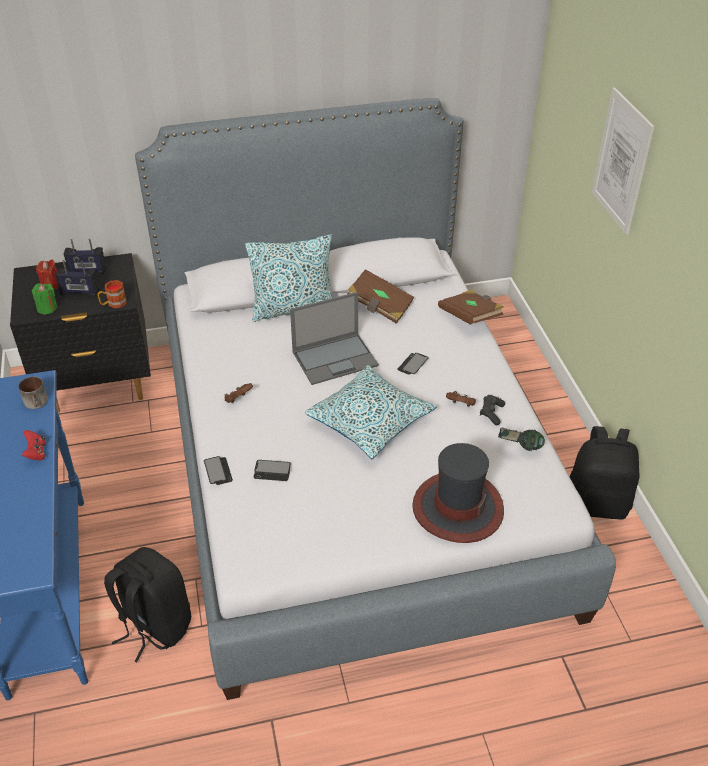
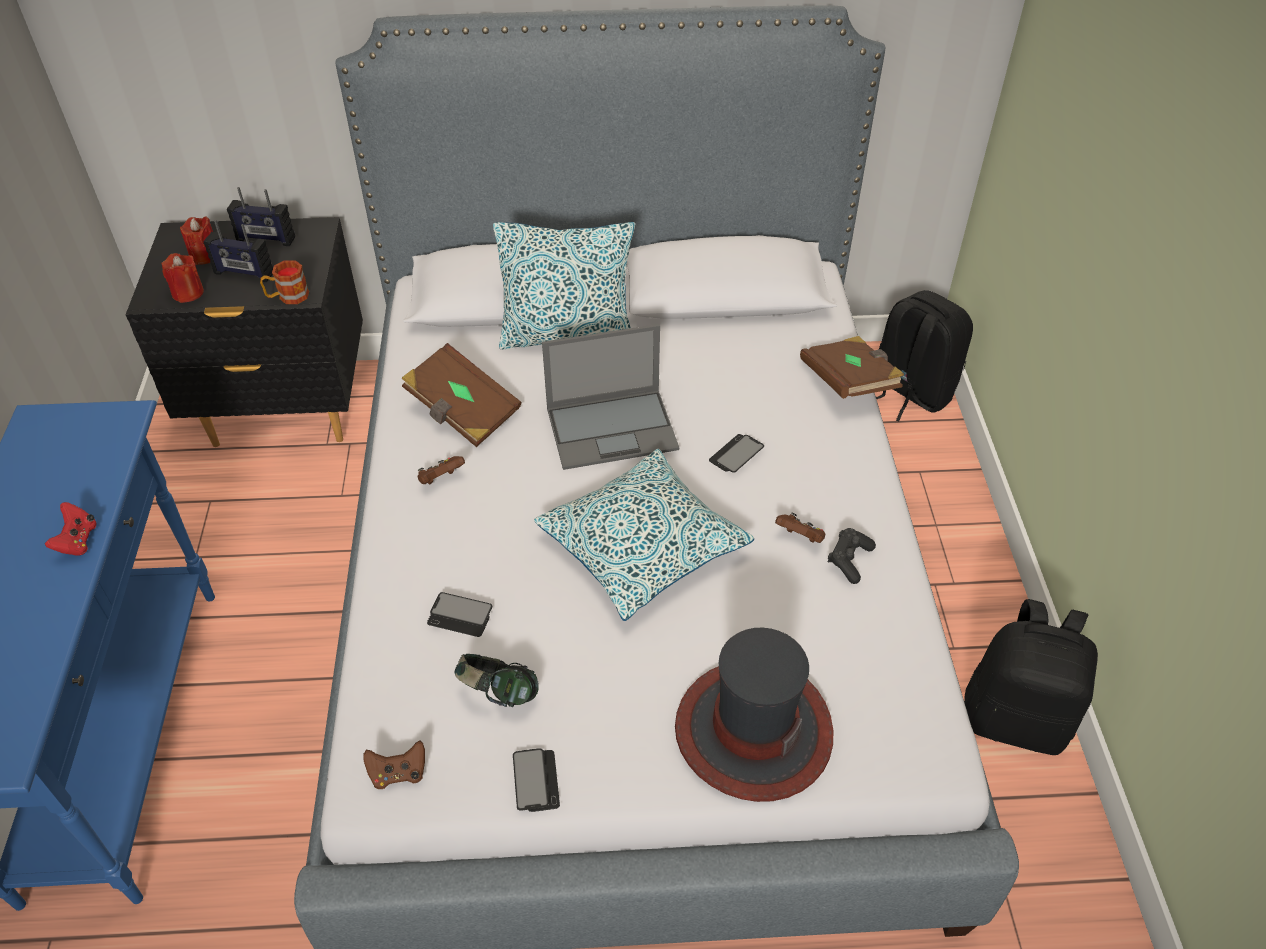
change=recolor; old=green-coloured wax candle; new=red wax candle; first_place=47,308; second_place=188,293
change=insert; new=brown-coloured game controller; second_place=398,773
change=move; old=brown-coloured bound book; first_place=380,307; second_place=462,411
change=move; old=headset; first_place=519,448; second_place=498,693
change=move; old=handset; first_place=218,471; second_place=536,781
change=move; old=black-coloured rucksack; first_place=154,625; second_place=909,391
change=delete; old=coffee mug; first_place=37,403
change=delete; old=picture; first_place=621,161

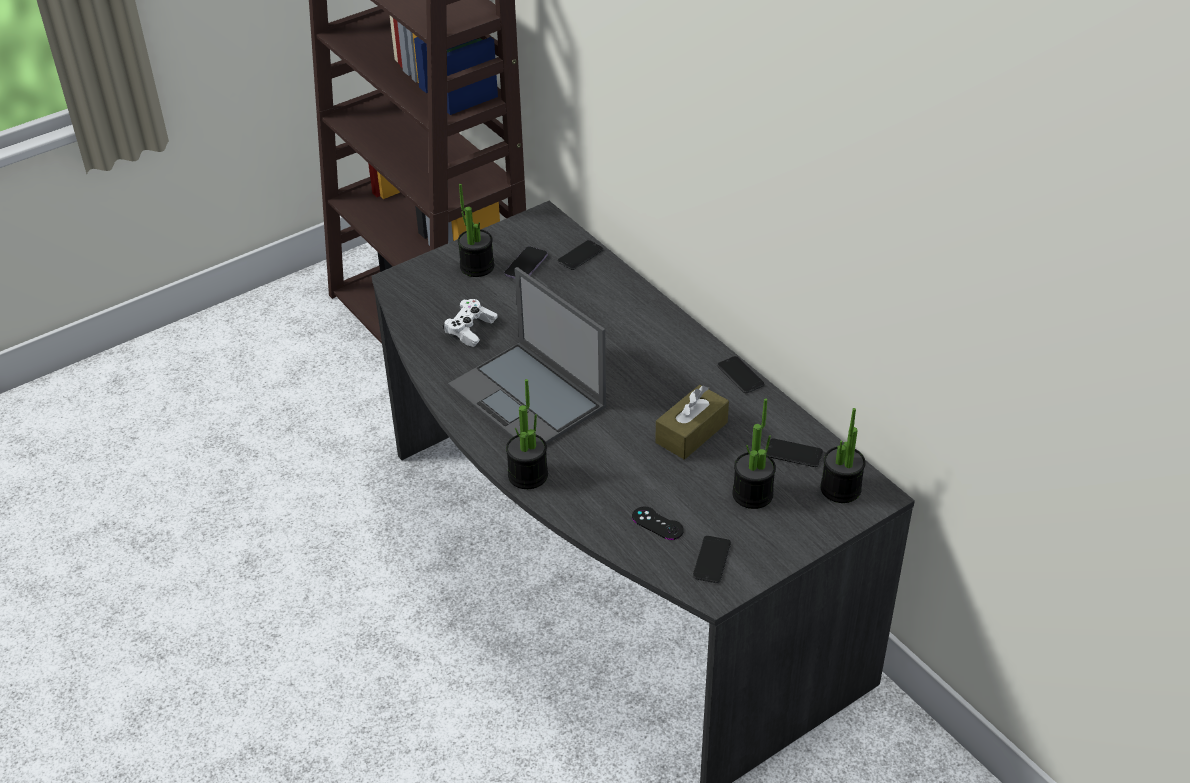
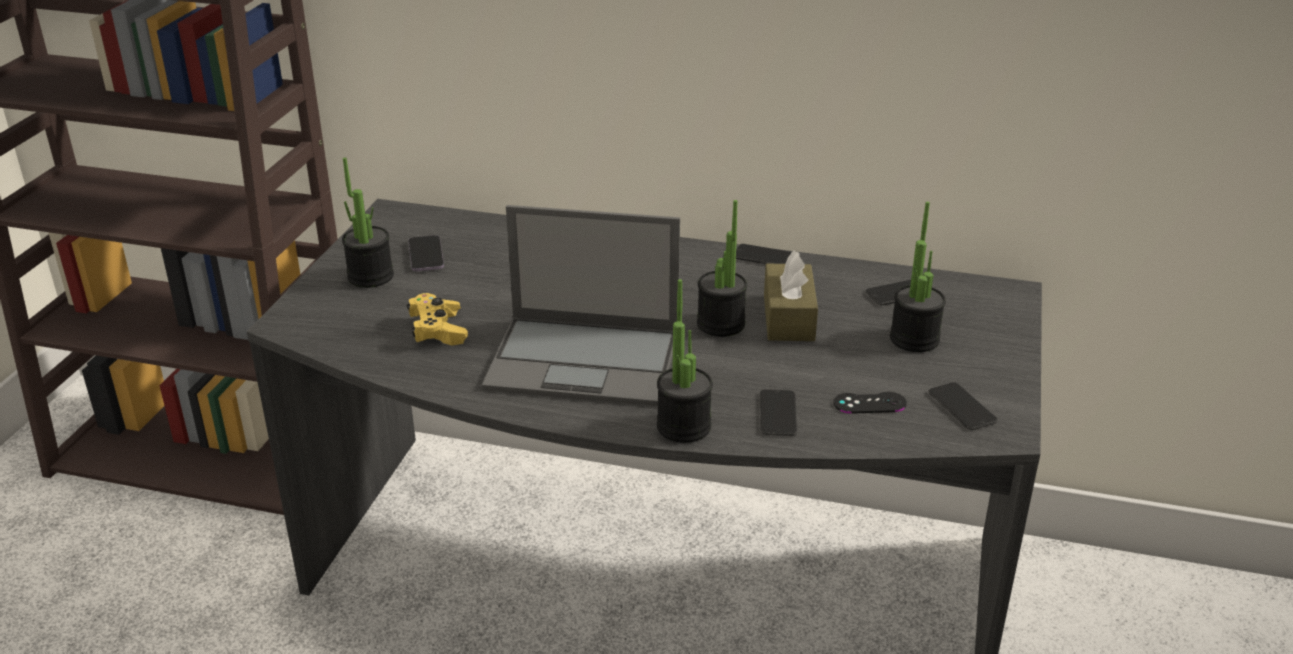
change=recolor; old=white-coloured game controller; new=yellow-coloured game controller; first_place=470,330; second_place=438,331
change=move; old=potted plant; first_place=840,489; second_place=720,324
change=move; old=handset; first_place=580,256; second_place=778,414

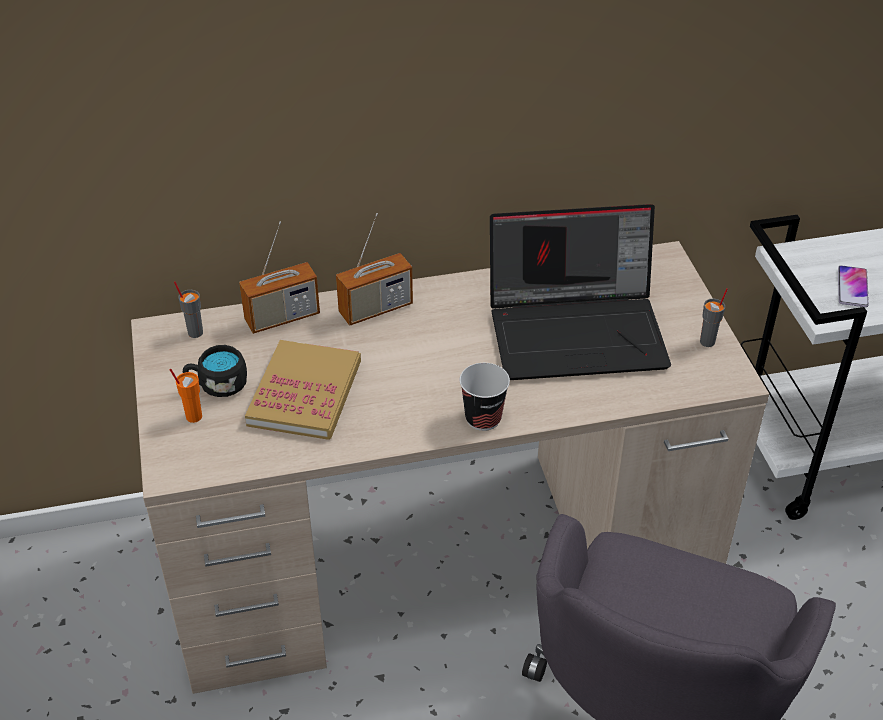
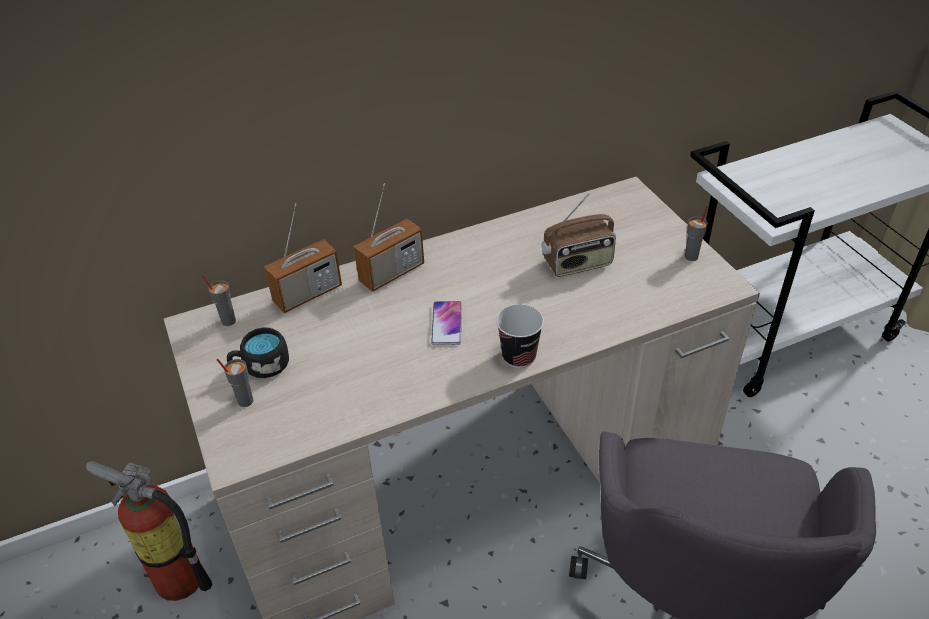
change=insert; new=extinguisher; second_place=176,572
change=recolor; old=orange cup; new=grey cup; first_place=193,416; second_place=245,401
change=move; old=handset; first_place=852,287; second_place=447,324
change=replace; old=laptop; new=radio; first_place=578,330; second_place=578,264
change=delete; old=bound book; first_place=305,393

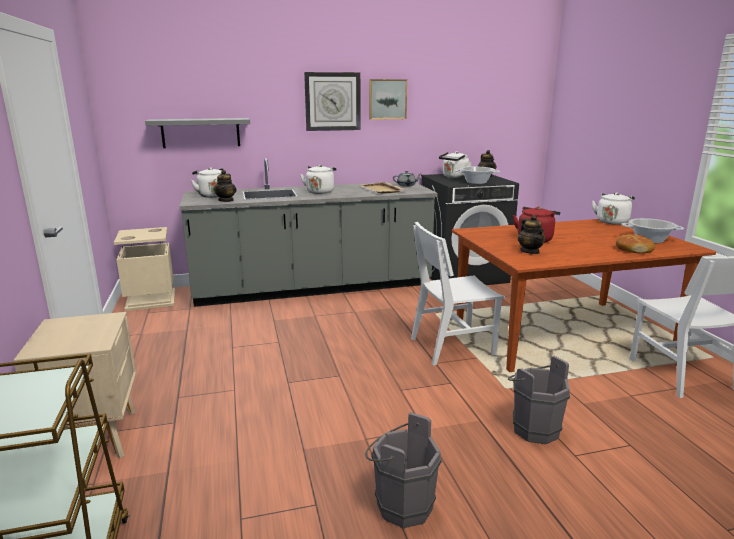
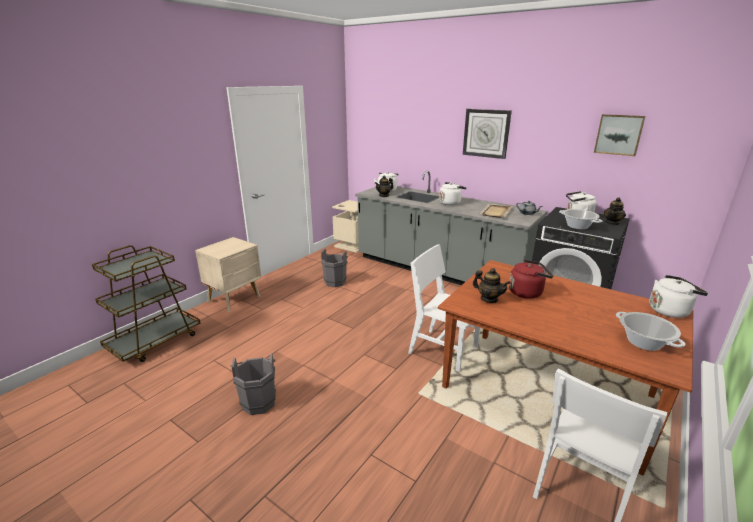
change=move; old=grey pail; first_place=532,428; second_place=336,281
change=rotate; old=teapot; first_place=530,251; second_place=489,299; degrees=-90
change=move; old=picture; first_place=387,99; second_place=618,134
change=delete; old=grey bracket shelf; first_place=201,132
change=delete; old=baked bread; first_place=633,249

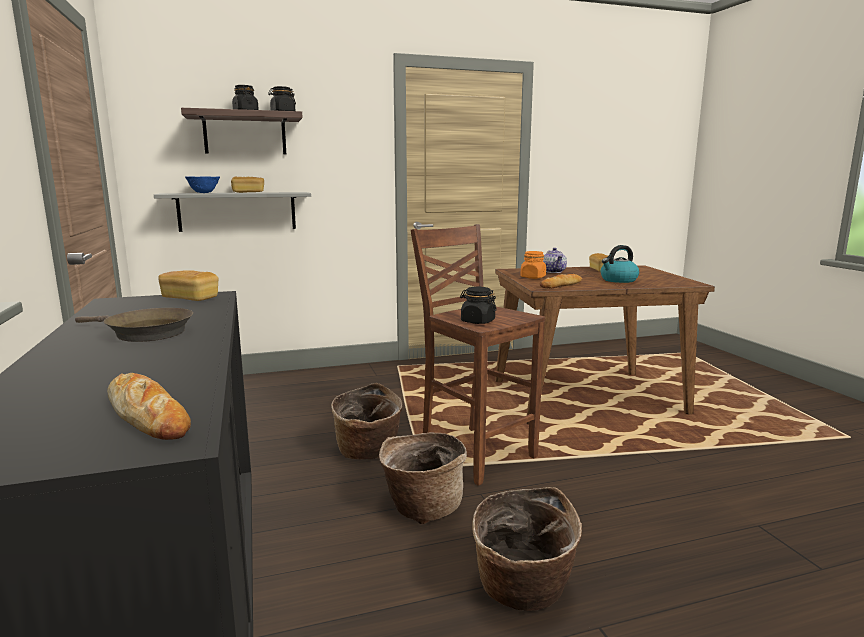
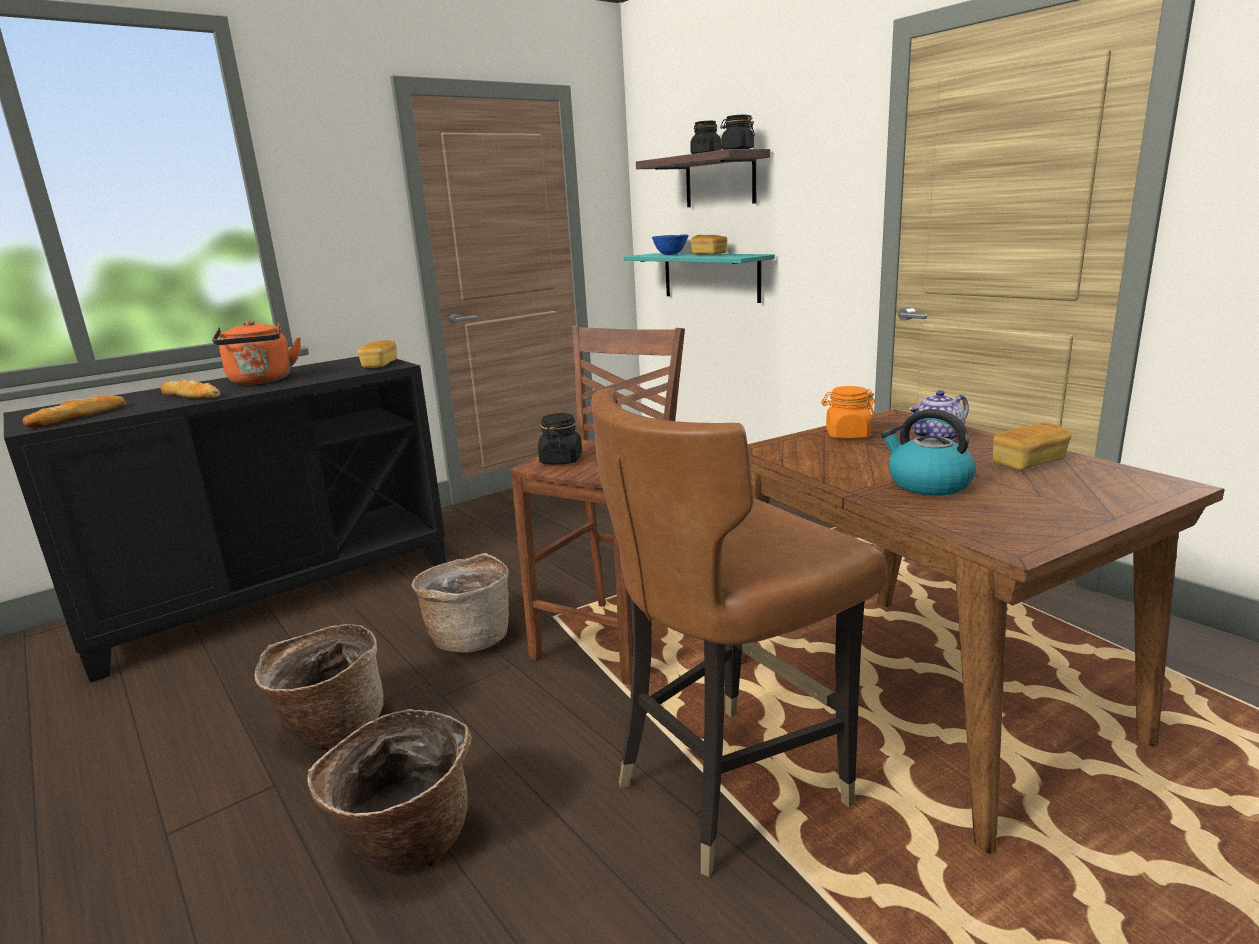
change=move; old=baked bread; first_place=561,285; second_place=191,396
change=replace; old=brown-coloured pan; new=orange tea kettle; first_place=144,333; second_place=261,381
change=move; old=storage basket; first_place=368,452; second_place=405,841
change=insert; new=brown-coloured chair; second_place=730,785
change=recolor; old=grey bracket shelf; new=blue-green bracket shelf; first_place=237,211; second_place=710,276

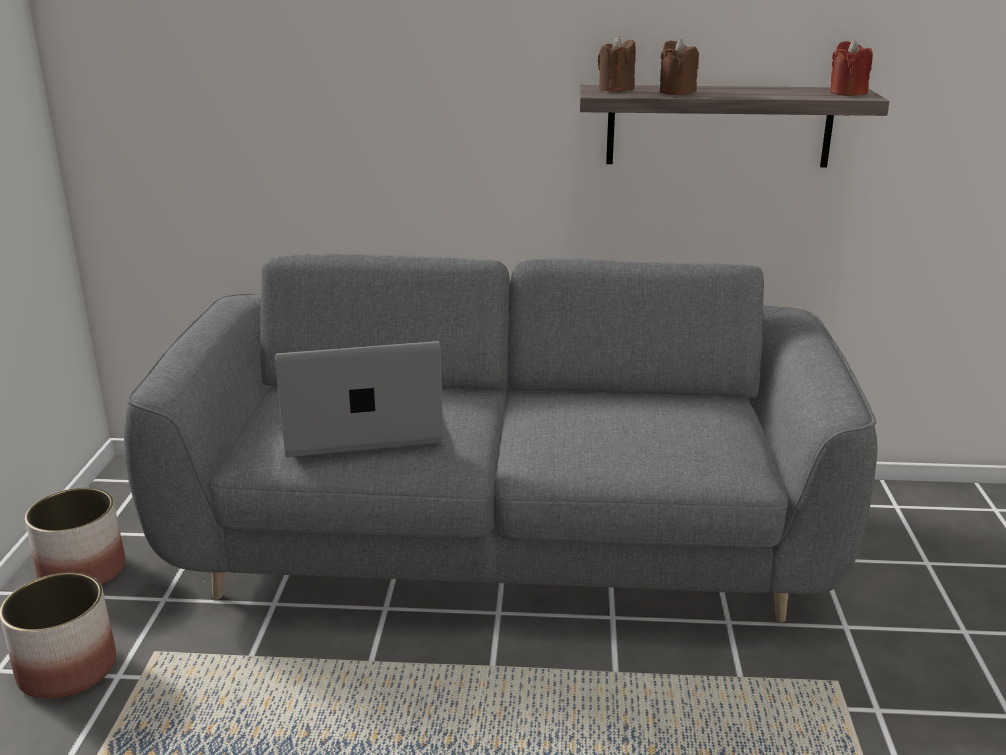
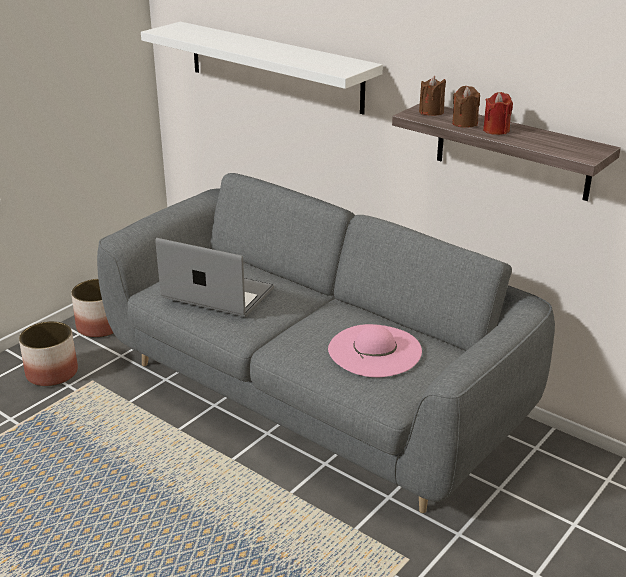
change=insert; new=white-coloured bracket shelf; second_place=274,66
change=insert; new=pink-coloured hat; second_place=374,350
change=move; old=red wax candle; first_place=847,93; second_place=496,130

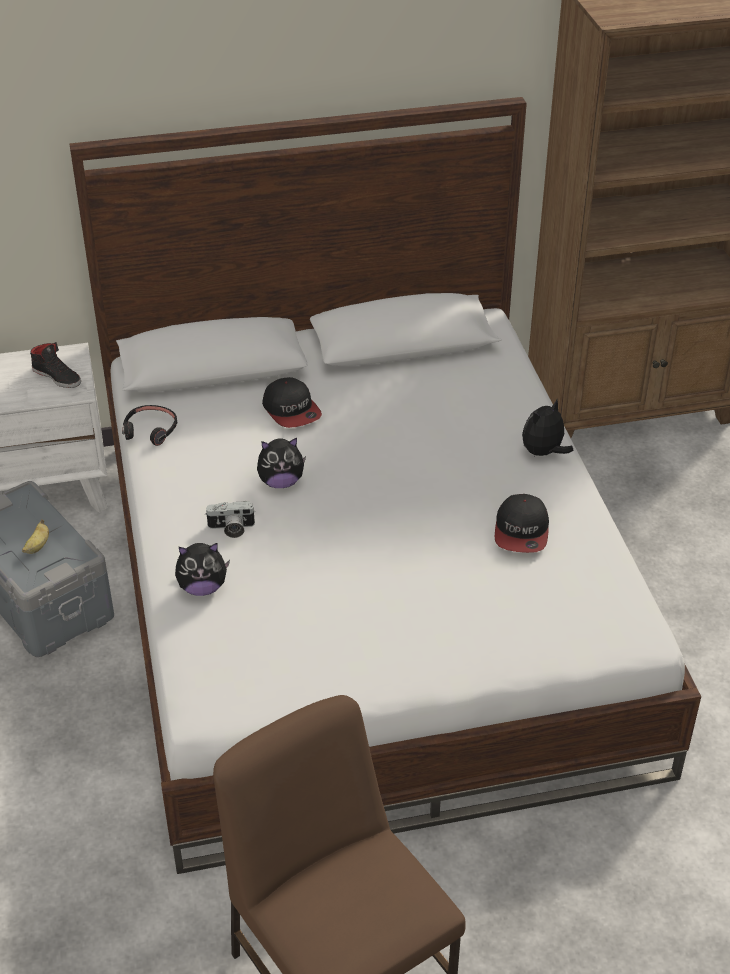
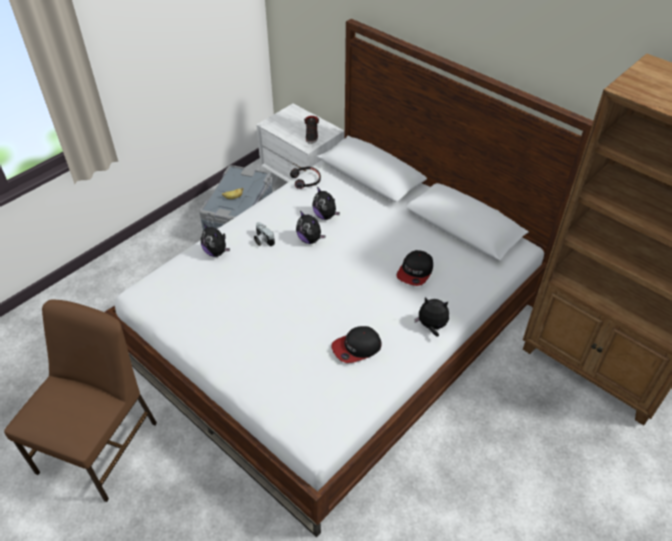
change=insert; new=plush toy; second_place=325,216
change=move; old=peaked cap; first_place=292,410; second_place=415,272

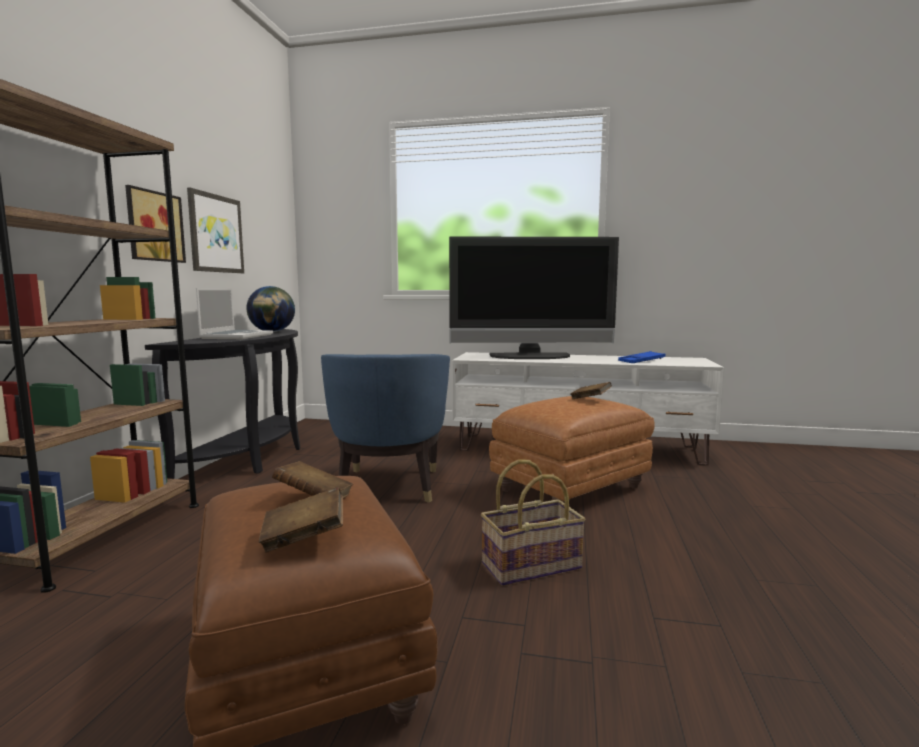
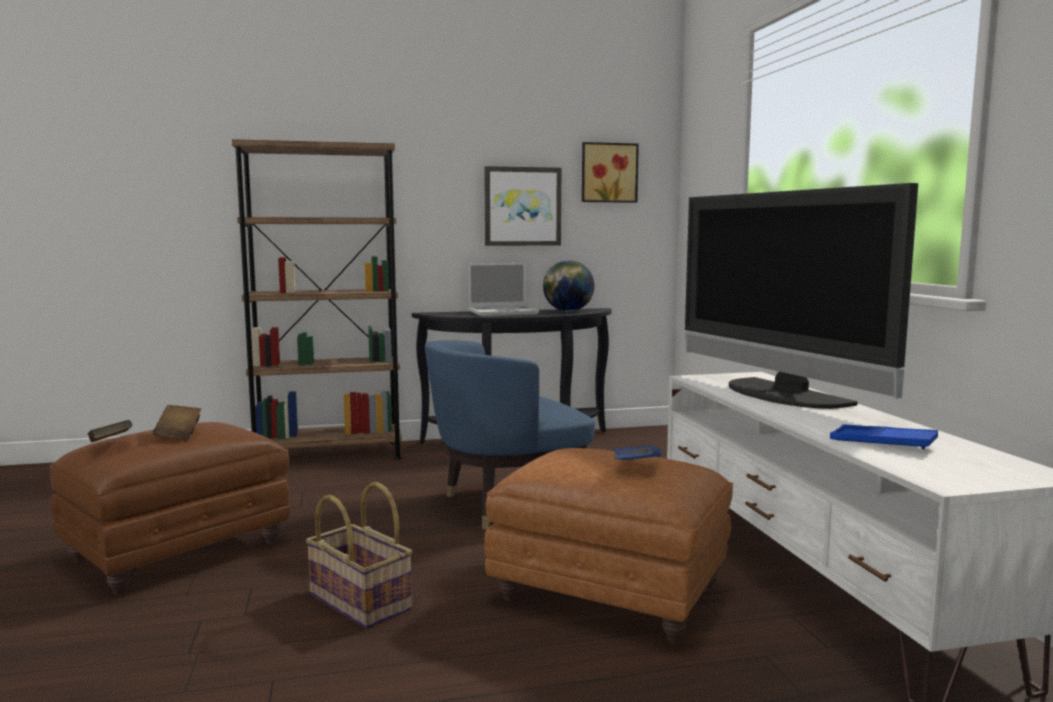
change=move; old=picture; first_place=153,226; second_place=608,173
change=recolor; old=brown-coloured bound book; new=blue-coloured bound book; first_place=590,399; second_place=637,467

